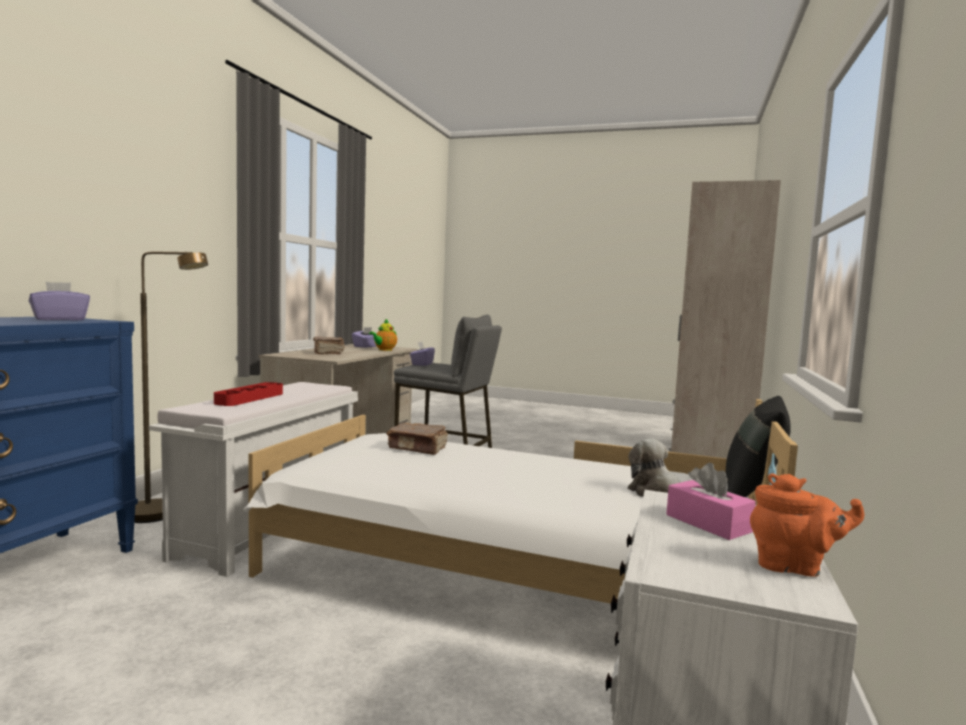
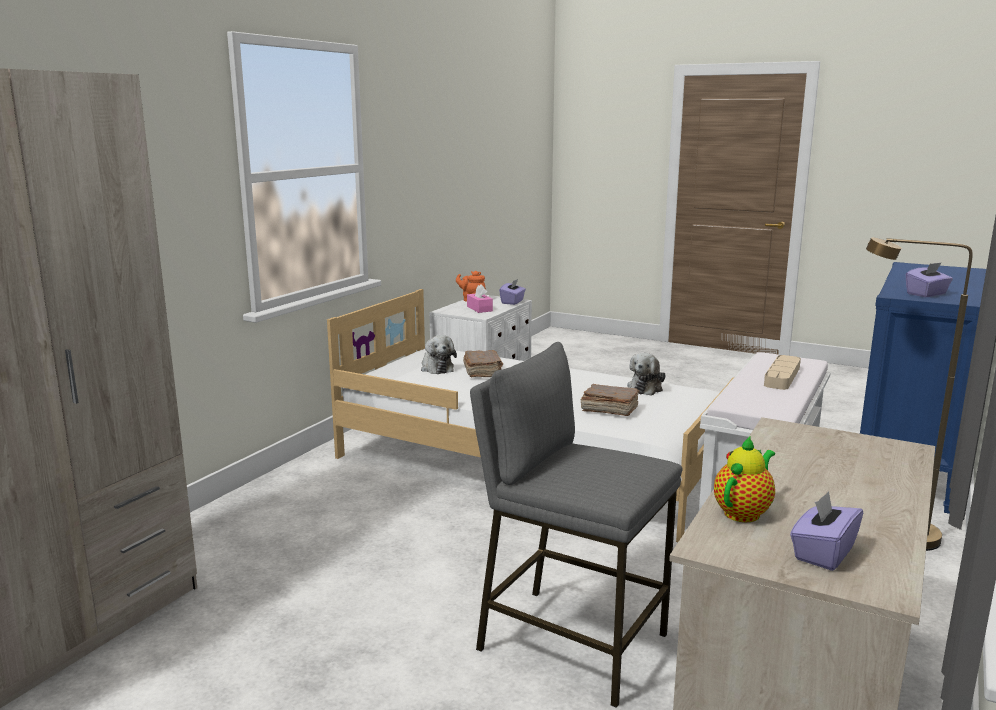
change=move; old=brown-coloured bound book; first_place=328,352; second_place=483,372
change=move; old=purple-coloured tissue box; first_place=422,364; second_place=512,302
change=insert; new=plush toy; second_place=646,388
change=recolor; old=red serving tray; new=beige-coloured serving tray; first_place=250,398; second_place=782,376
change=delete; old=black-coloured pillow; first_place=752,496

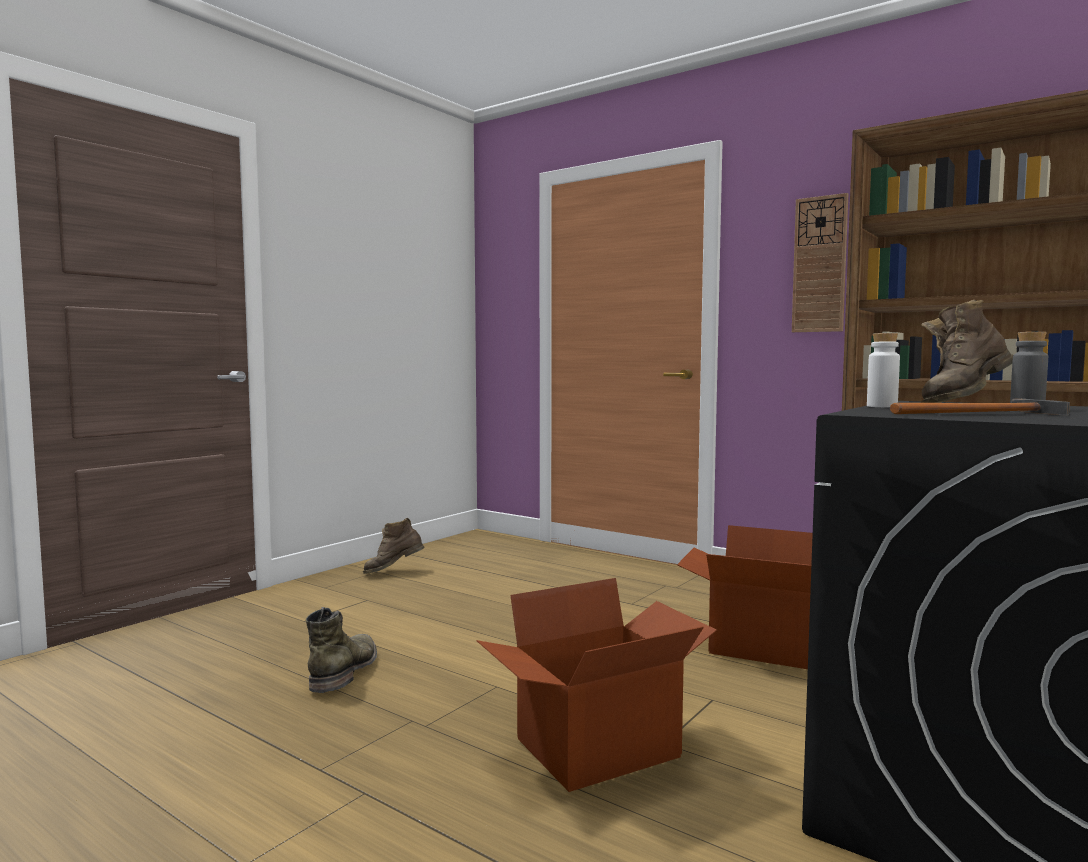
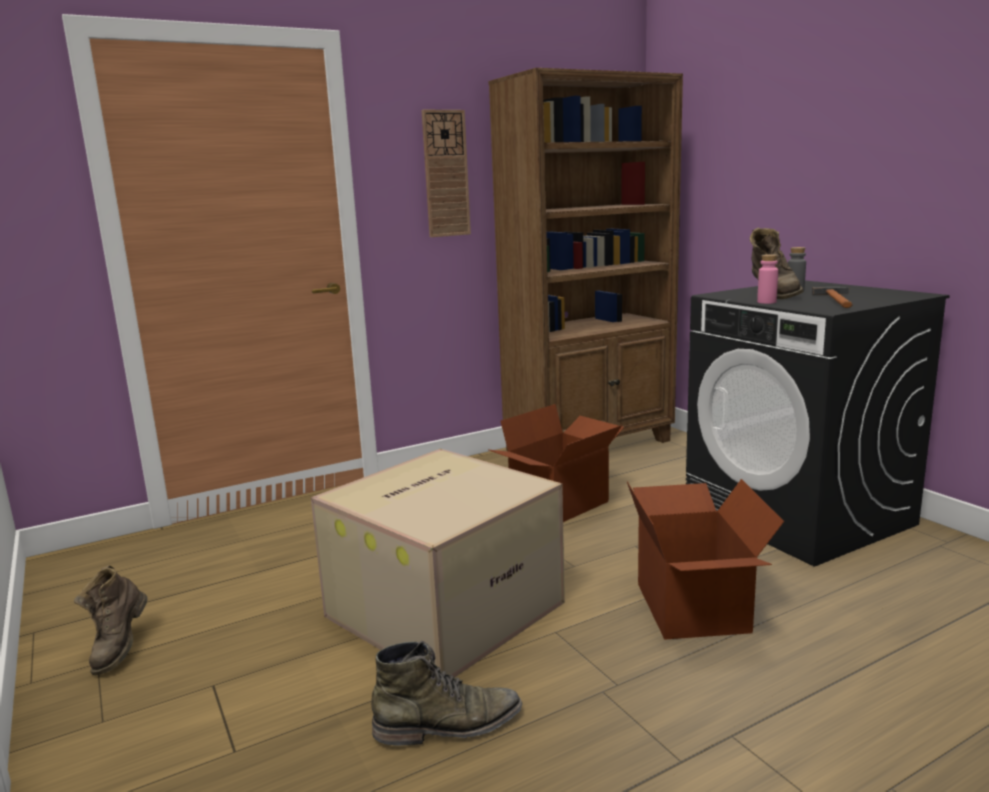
change=insert; new=cardboard box; second_place=445,607
change=rotate; old=green-coloured tall boot; first_place=345,671; second_place=449,725; degrees=135
change=recolor; old=white-coloured bottle; new=pink-coloured bottle; first_place=882,406; second_place=766,302

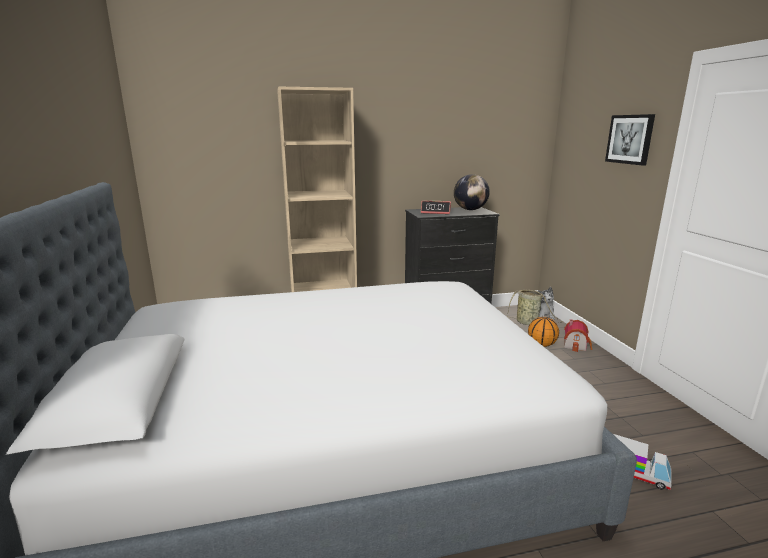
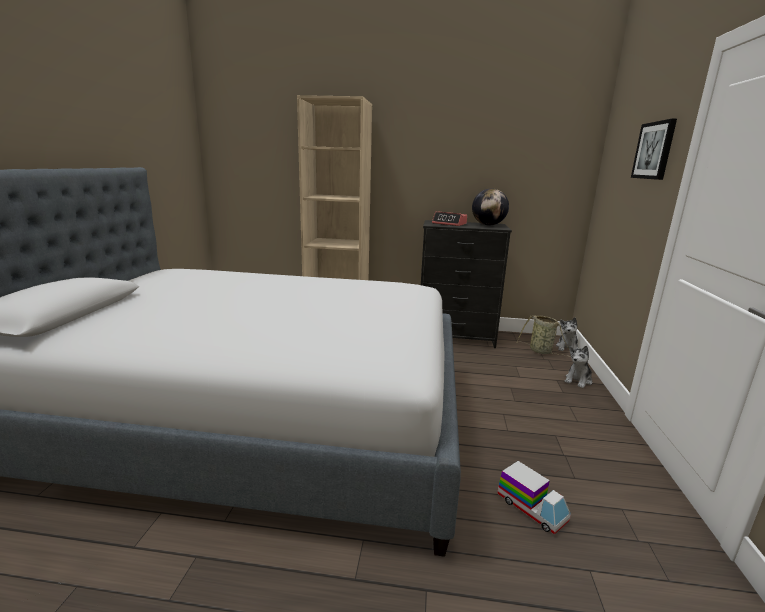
change=replace; old=model house; new=plush toy; first_place=576,345; second_place=578,380
change=delete; old=basketball; first_place=542,345

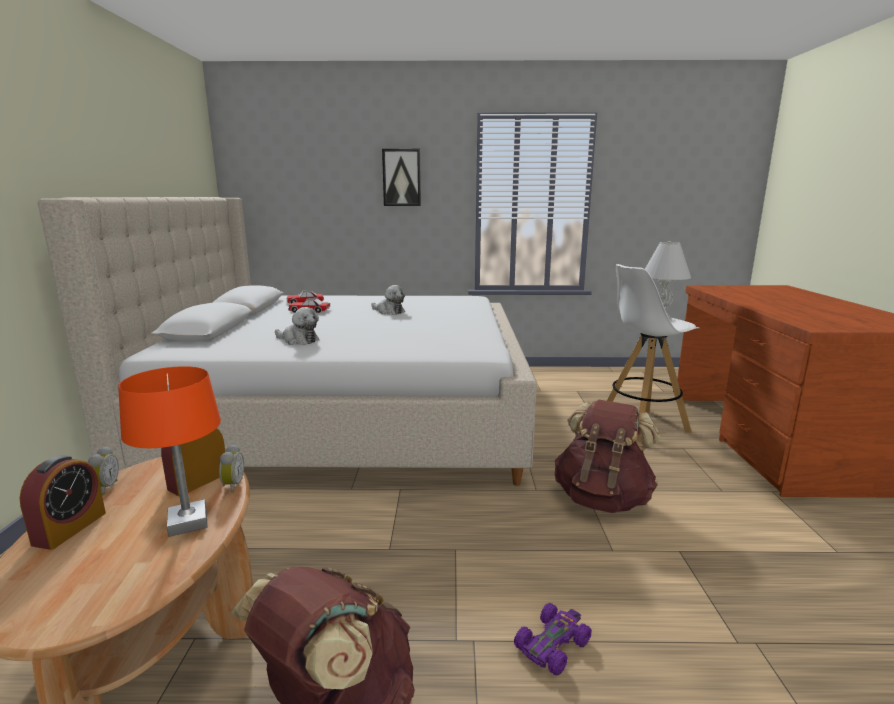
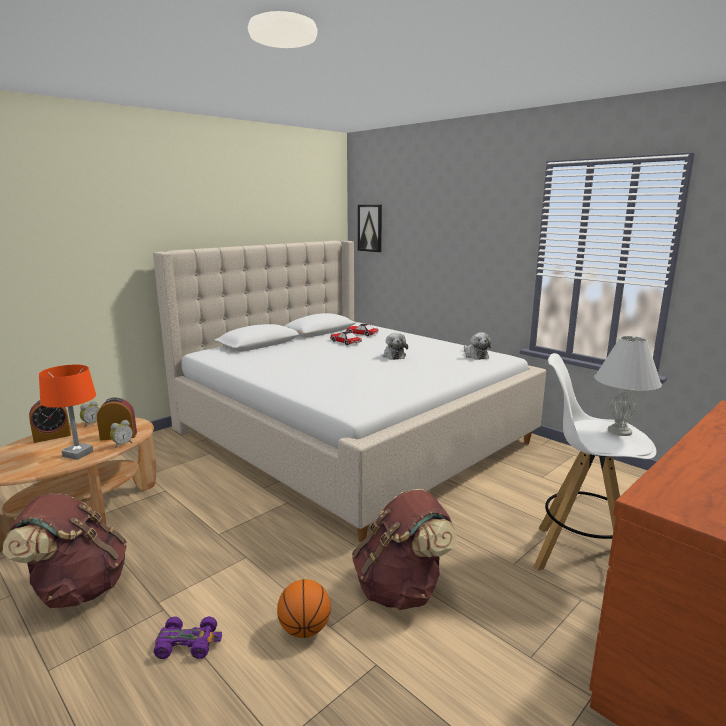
change=insert; new=basketball; second_place=304,629
change=move; old=picture; first_place=401,177; second_place=370,228
change=move; old=plush toy; first_place=298,340; second_place=475,355

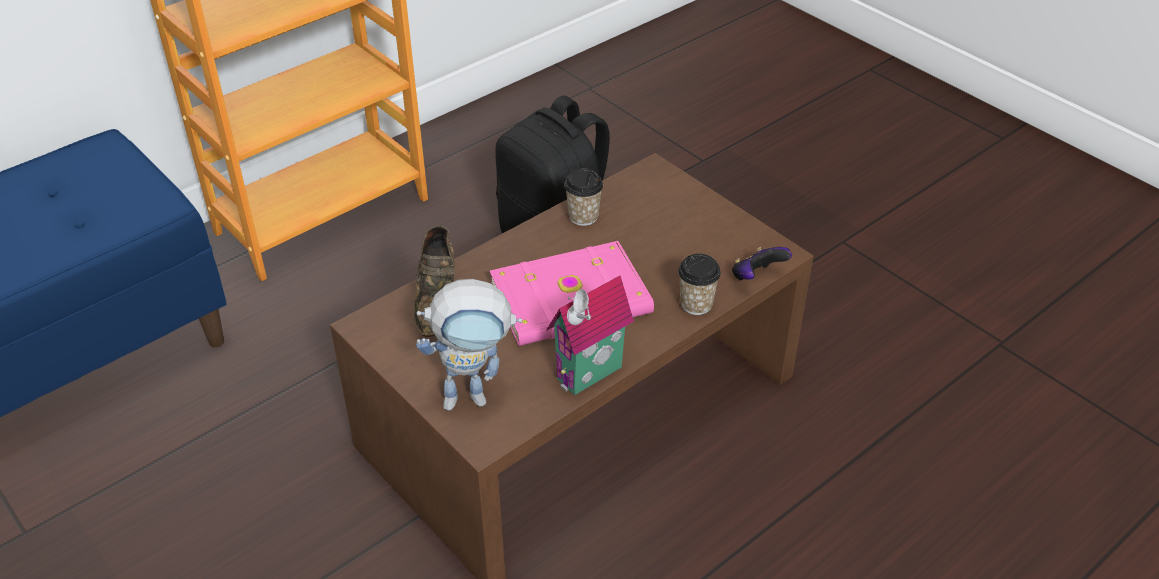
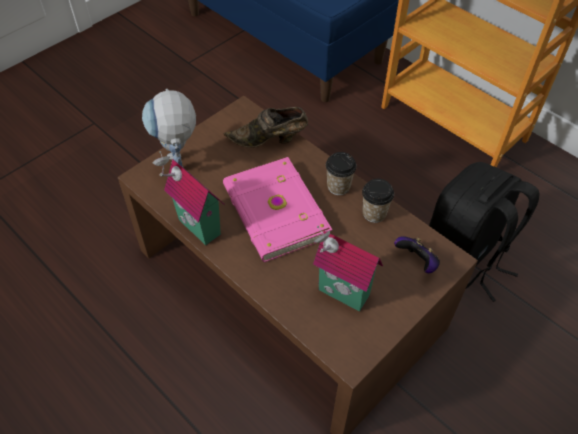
change=insert; new=model house; second_place=341,295
change=move; old=cup; first_place=696,304; second_place=338,186
change=move; old=game controller; first_place=756,277; second_place=417,262

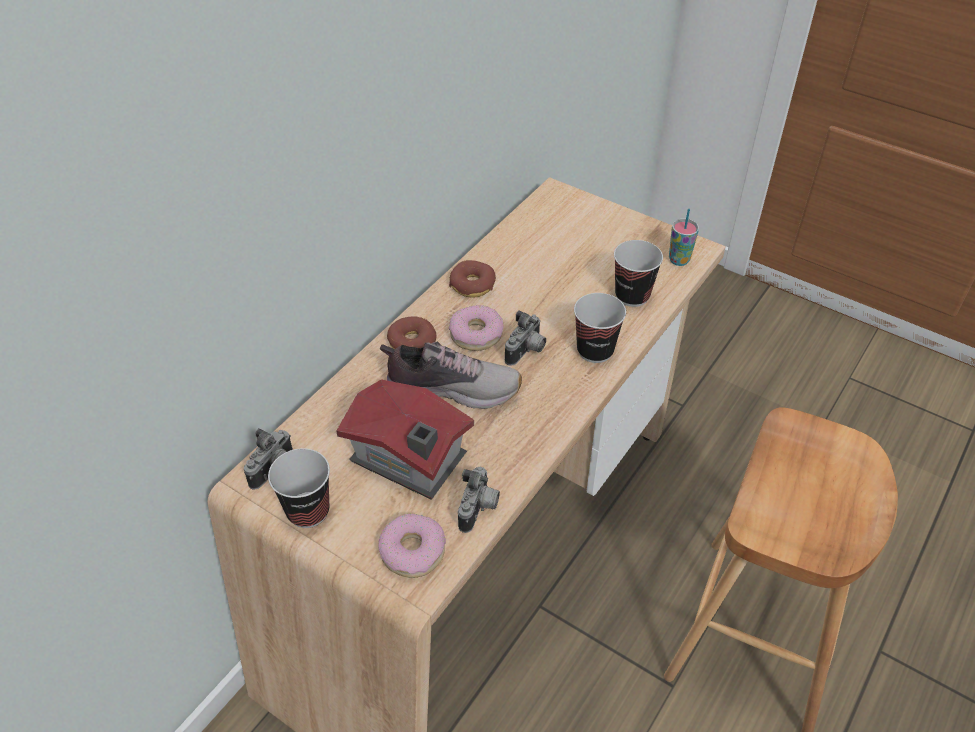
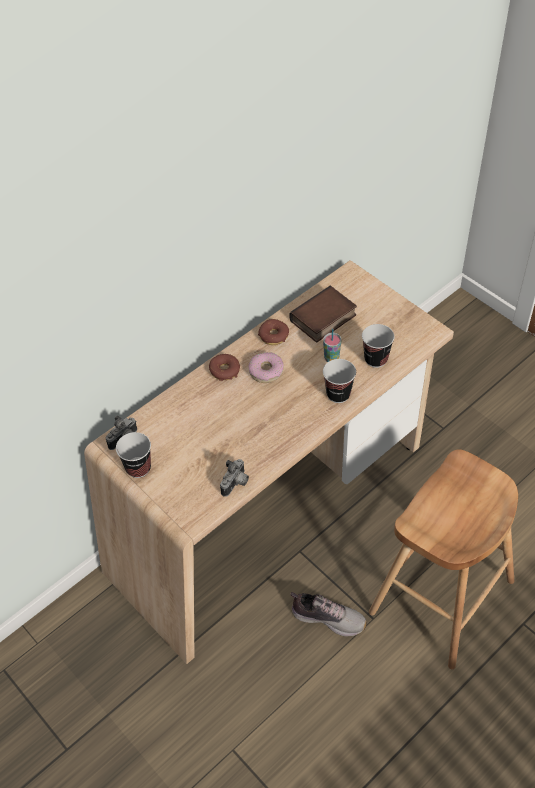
change=insert; new=bound book; second_place=323,319
change=move; old=item of footwear; first_place=452,388; second_place=328,617
change=move; old=cup; first_place=679,260; second_place=331,358
change=delete; old=model house; first_place=409,461
change=delete; old=ring doughnut; first_place=413,551
change=delete; old=photo camera; first_place=527,351

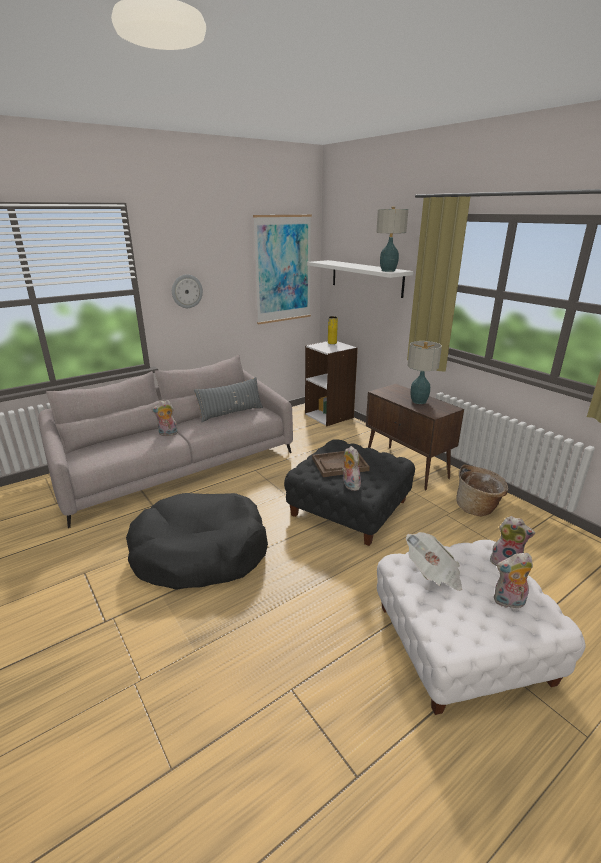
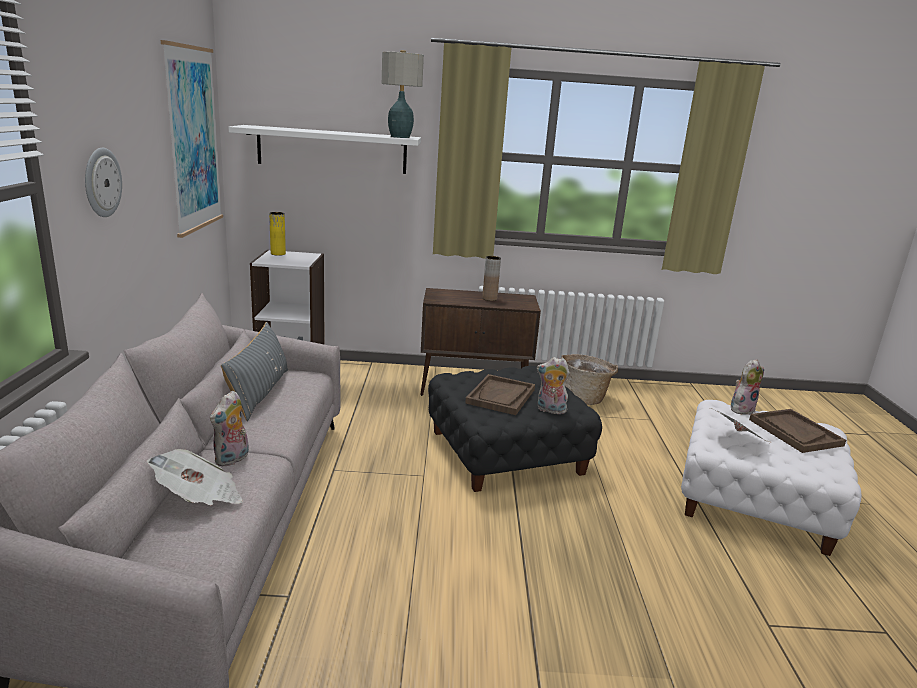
change=insert; new=printed paper; second_place=199,498
change=replace; old=tabletop lamp; new=brown-coloured vase; first_place=419,401; second_place=489,299
change=replace; old=plush toy; new=brown-coloured serving tray; first_place=508,602; second_place=794,432
change=delete; old=black-coloured dog bed; first_place=200,552

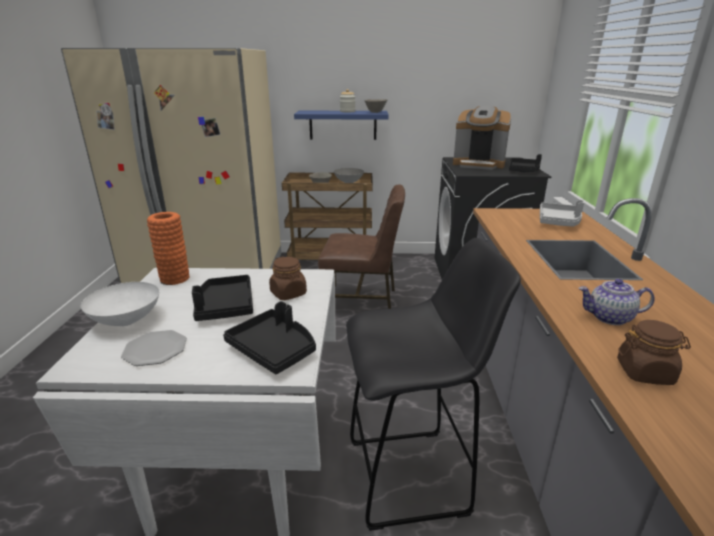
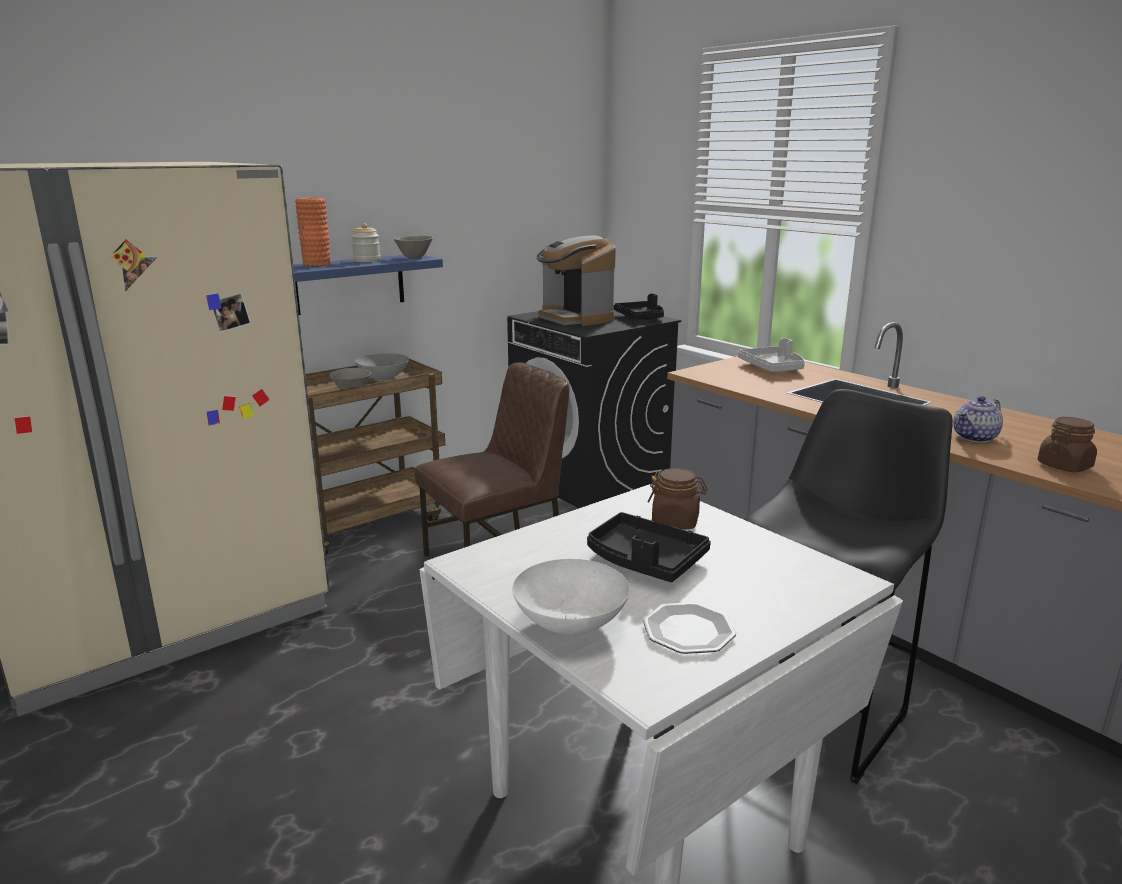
change=move; old=orange vase; first_place=175,278; second_place=316,264
change=rotate; old=coffee maker; first_place=479,164; second_place=575,318; degrees=75
change=delete; old=black-coloured serving tray; first_place=274,349

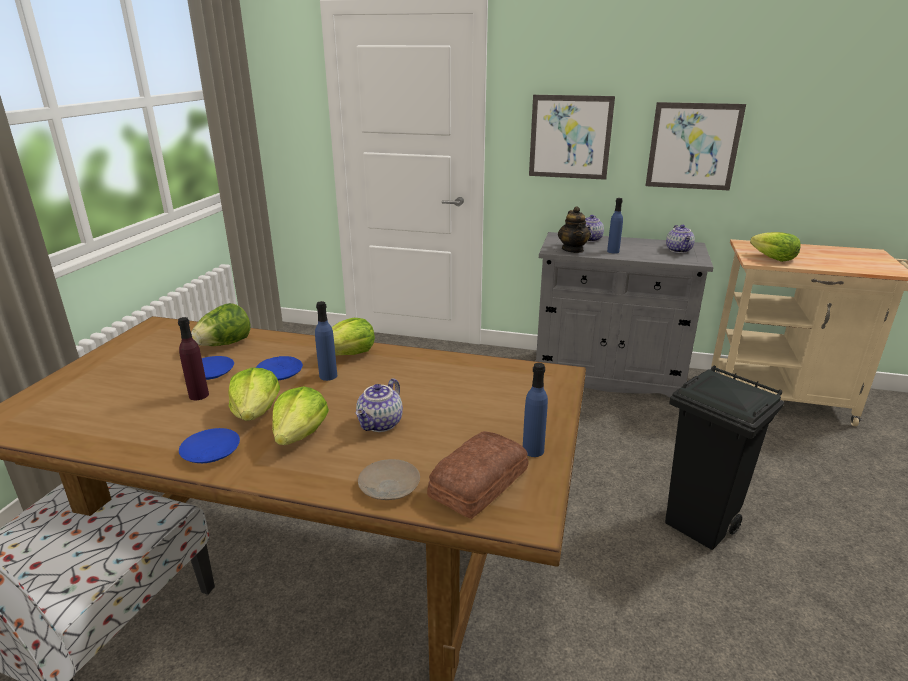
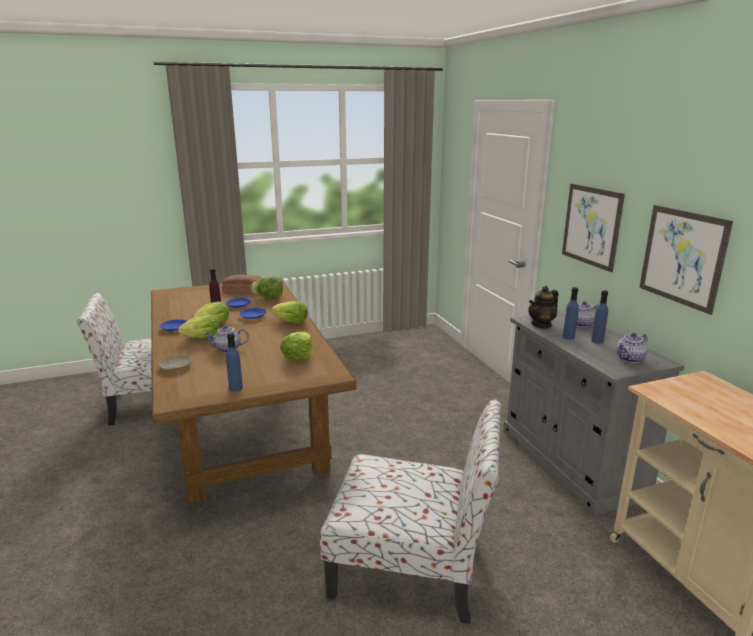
change=move; old=baked bread; first_place=476,482; second_place=243,289
change=move; old=lettuce; first_place=773,258; second_place=298,356
change=replace; old=black-coloured rubbish bin; new=chair; first_place=700,526; second_place=411,566
change=move; old=blue-coloured bottle; first_place=328,376; second_place=597,341

